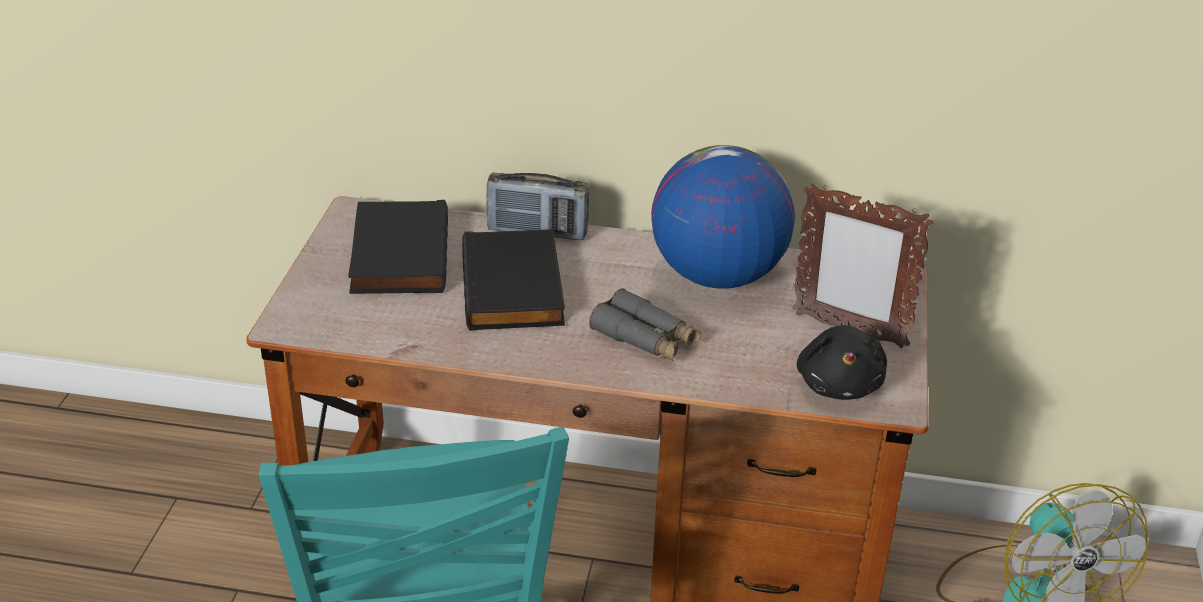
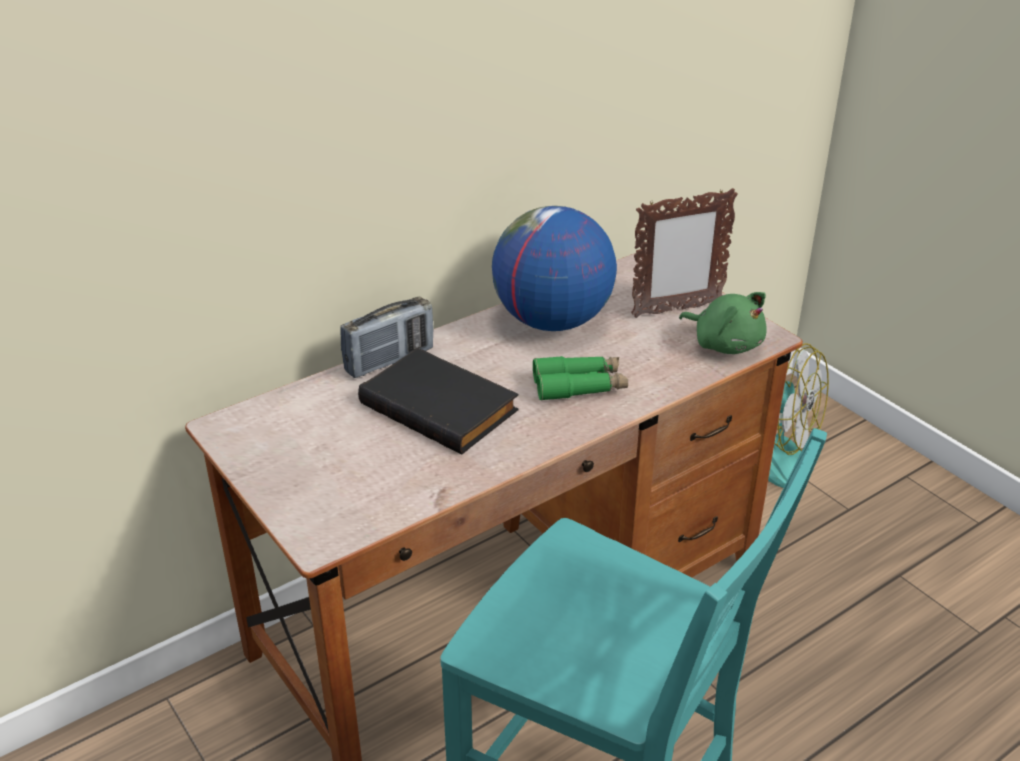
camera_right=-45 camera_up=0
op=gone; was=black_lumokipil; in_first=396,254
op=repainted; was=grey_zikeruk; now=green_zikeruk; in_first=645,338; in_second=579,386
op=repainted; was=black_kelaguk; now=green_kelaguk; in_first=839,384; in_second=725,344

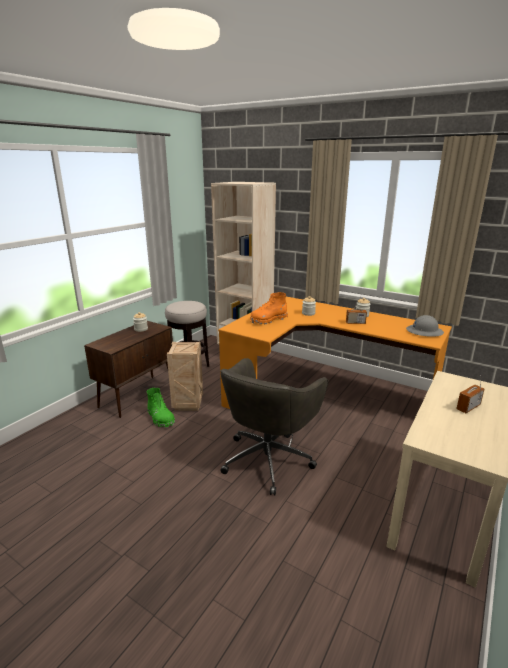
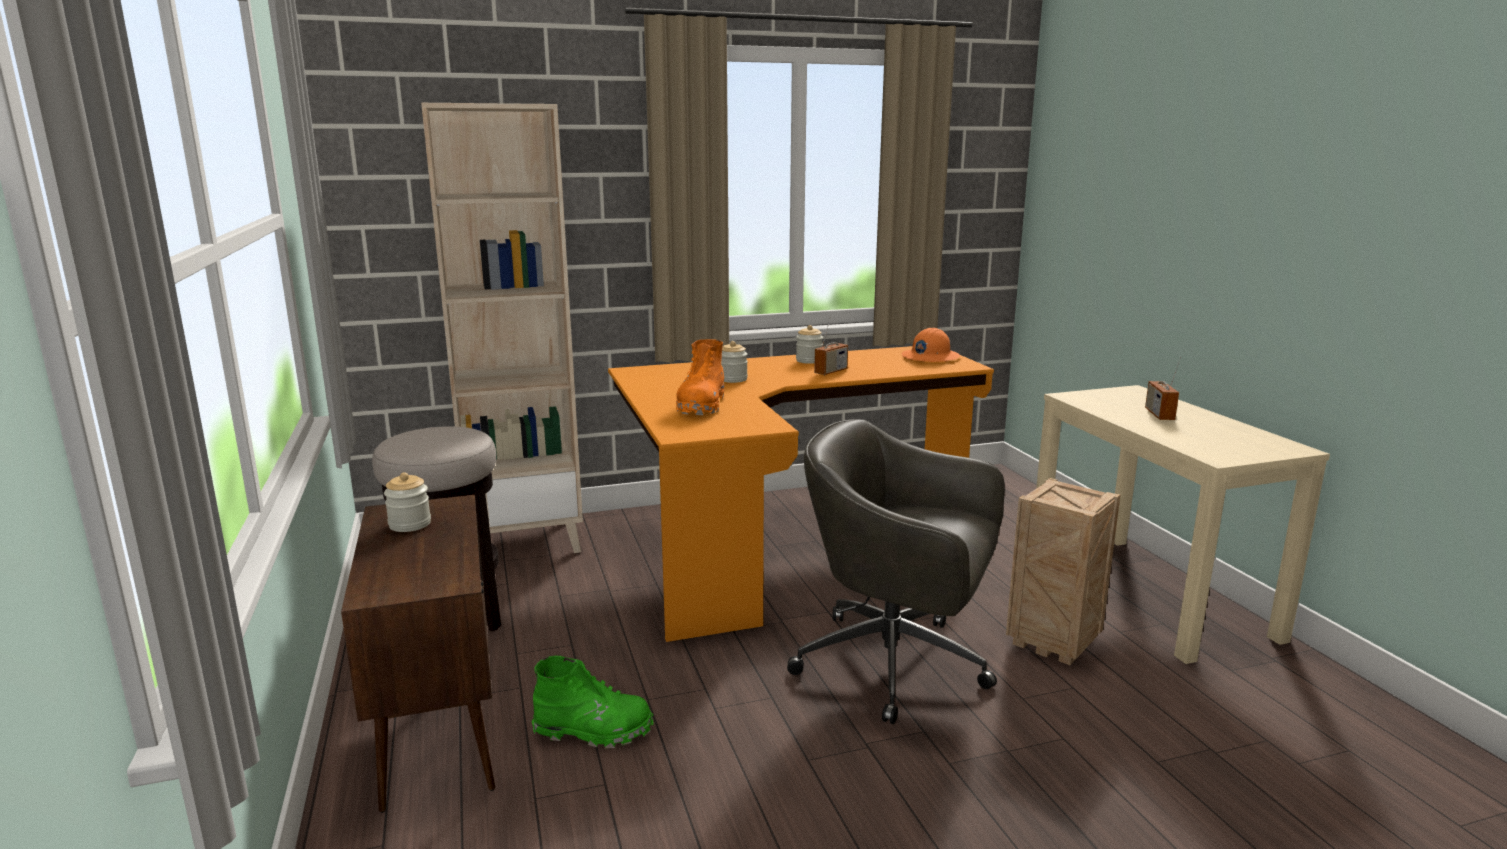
camera_right=-50 camera_up=-5
op=shifted; was=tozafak; in_first=188,404; in_second=1055,642
op=rotated; was=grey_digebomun; in_first=268,458; in_second=896,665; clockwise=135
op=repainted; was=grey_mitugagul; now=orange_mitugagul; in_first=424,331; in_second=930,357

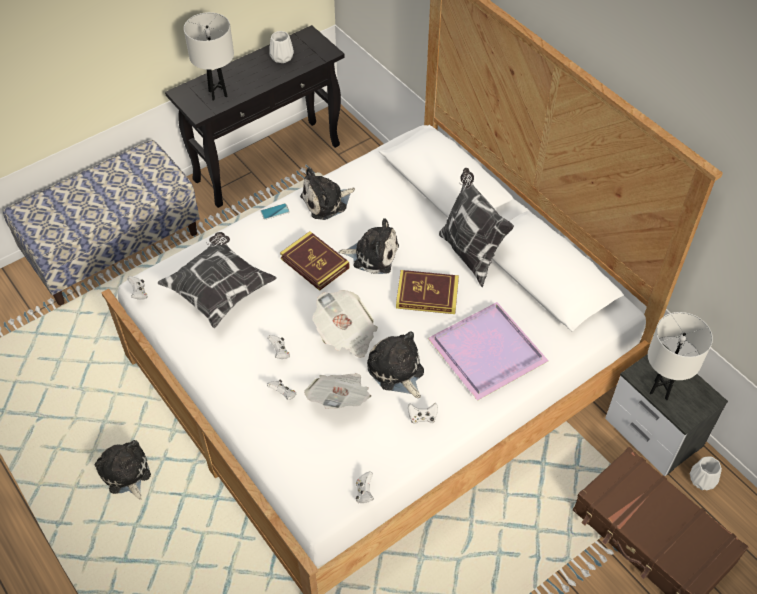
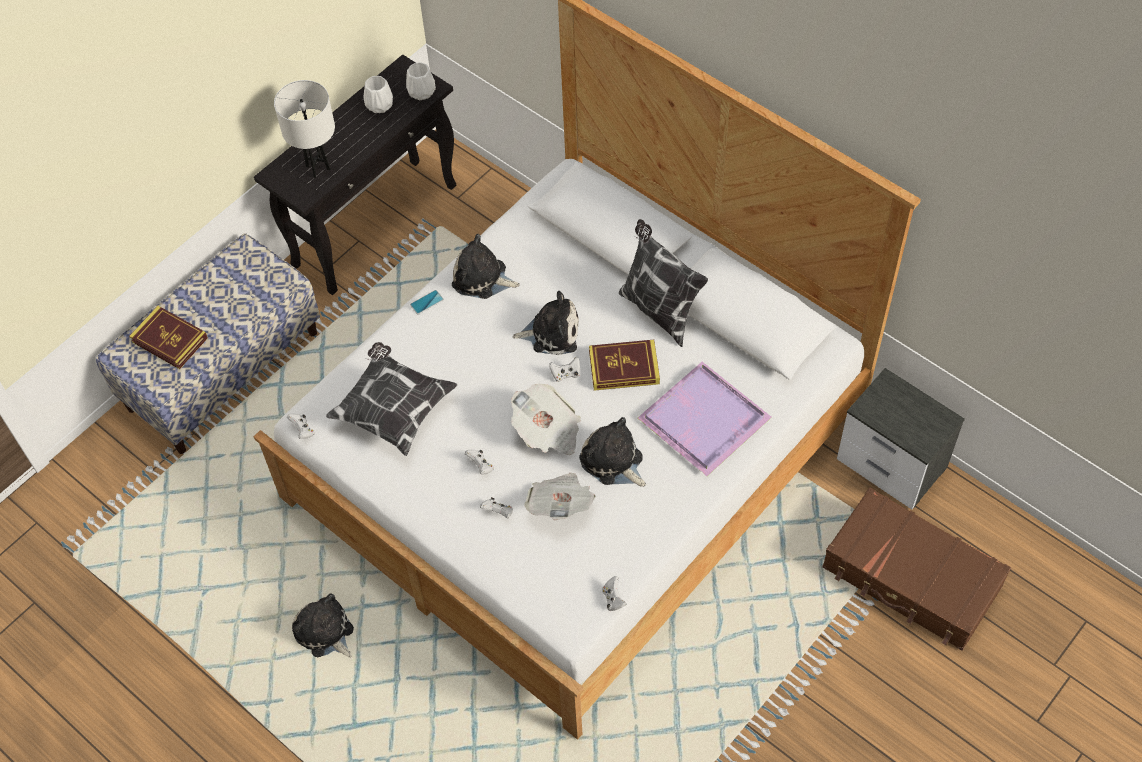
camera_right=-10 camera_up=5
op=shifted; was=lumokipil; in_first=315,263; in_second=169,340
op=rotated; was=kelaguk; in_first=326,202; in_second=482,278; clockwise=60
op=shifted; was=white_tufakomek; in_first=422,417; in_second=565,374
op=gone; was=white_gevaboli; in_first=661,390
op=shifted; was=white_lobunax; in_first=702,479; in_second=422,91

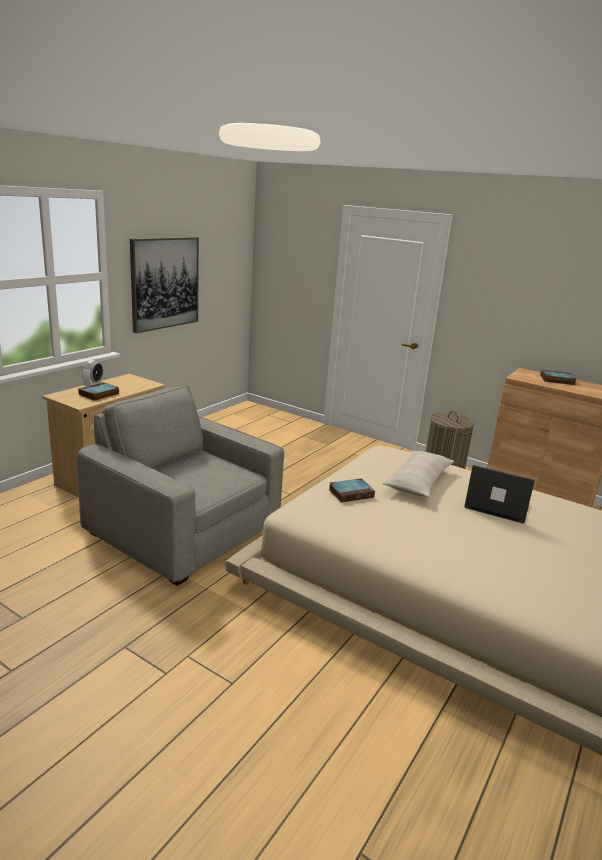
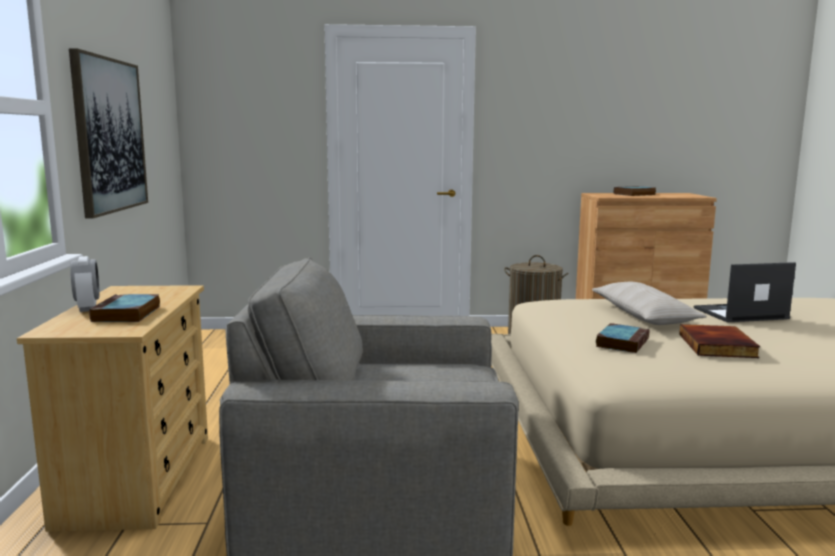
camera_right=-35 camera_up=-10
op=new; now=lumokipil; in_second=719,346

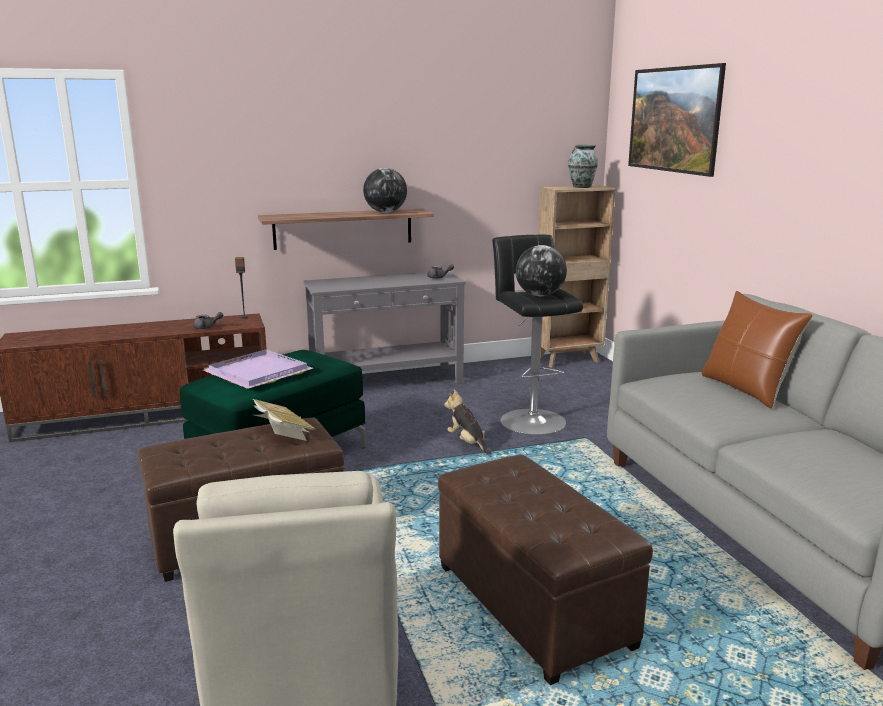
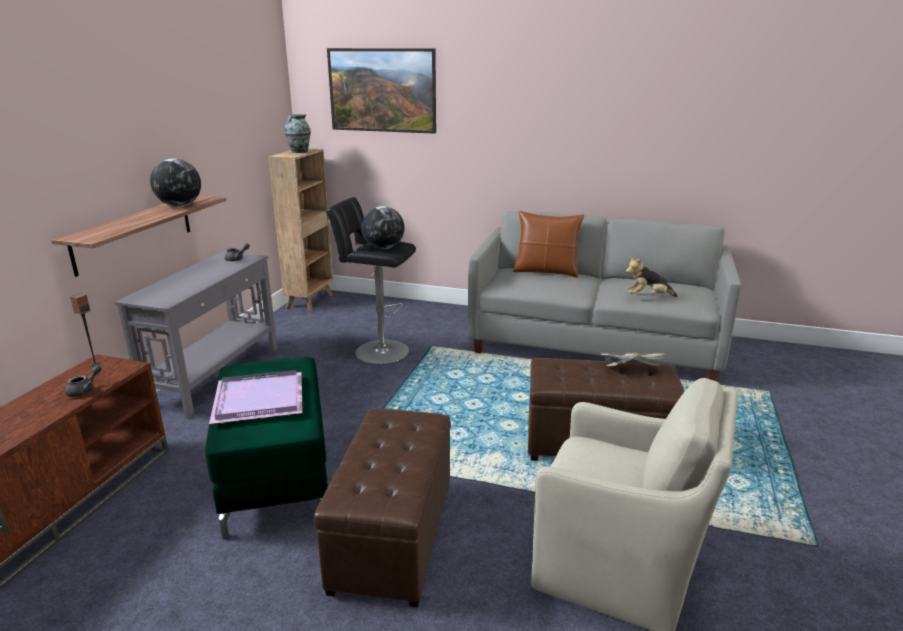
camera_right=-55 camera_up=5
op=shifted; was=lumokipil; in_first=282,434; in_second=631,370
op=shifted; was=kelaguk; in_first=467,443; in_second=647,297

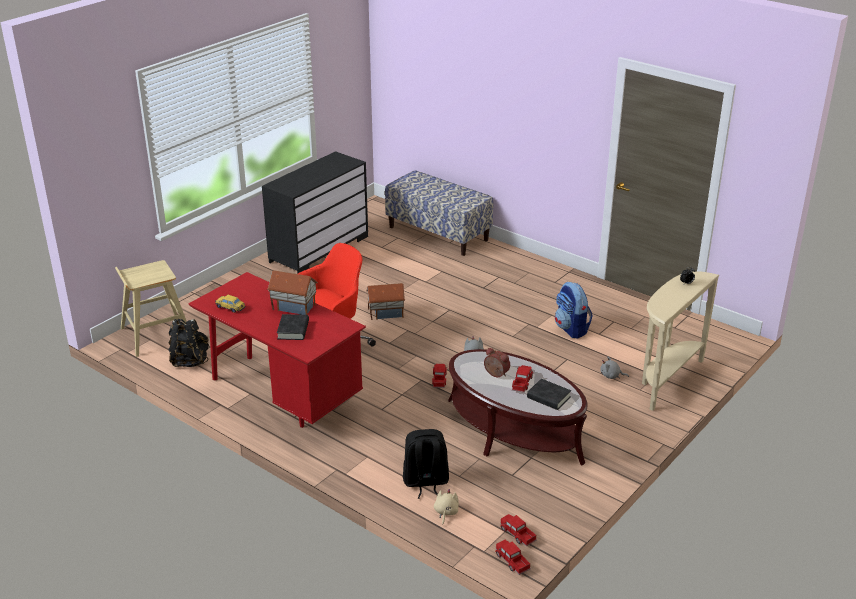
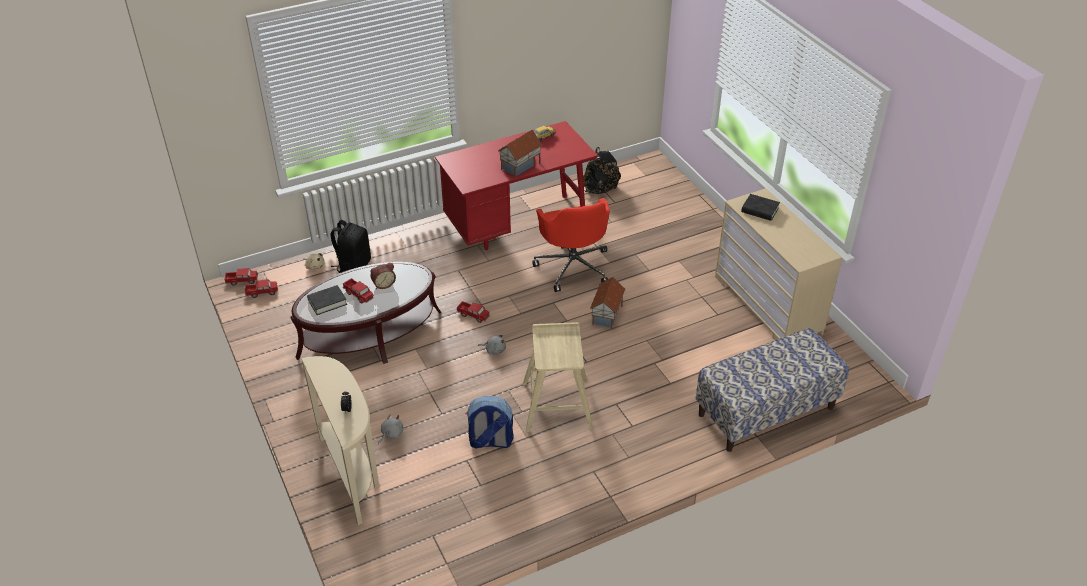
camera_right=115 camera_up=10
op=shifted; was=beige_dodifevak; in_first=156,334; in_second=557,404
op=repainted; was=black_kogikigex; now=beige_kogikigex; in_first=319,249; in_second=768,304
op=shifted; was=black_lumokipil; in_first=293,330; in_second=760,210

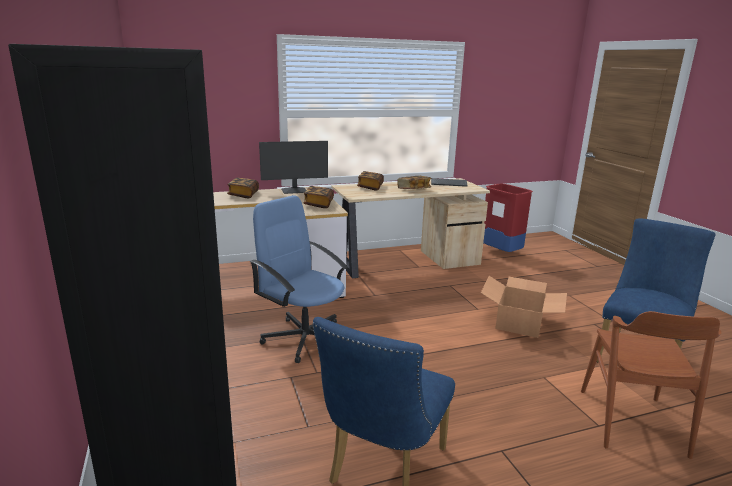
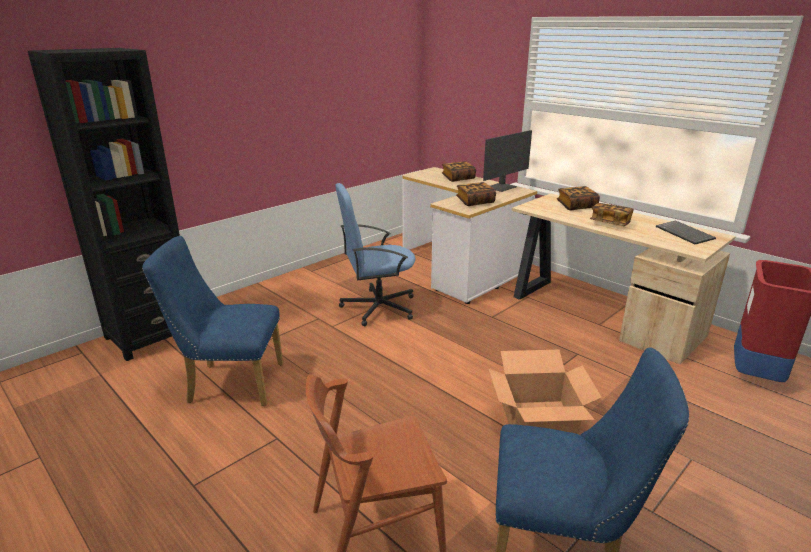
camera_right=65 camera_up=5
op=rotated; was=blue_digebomun; in_first=304,338; in_second=377,307; clockwise=-120
op=rotated; was=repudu; in_first=294,191; in_second=502,187; clockwise=-90

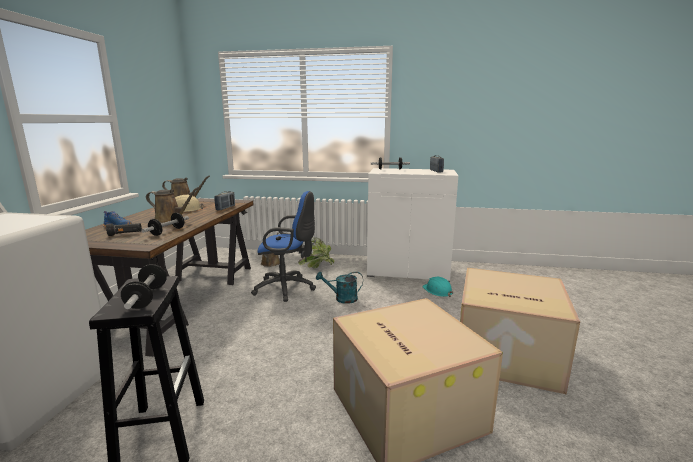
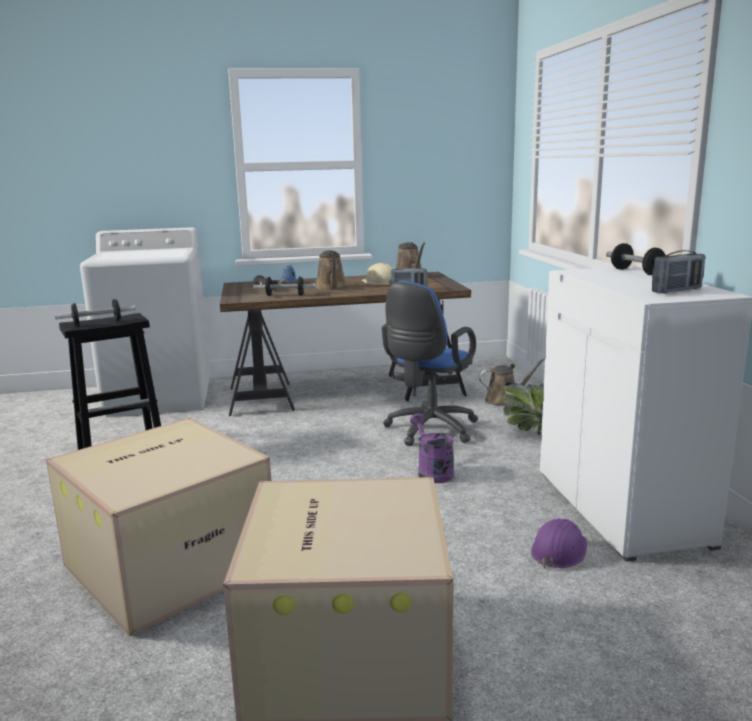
camera_right=70 camera_up=0
op=rotated; was=blue_digebomun; in_first=287,288; in_second=428,431; clockwise=45
op=repainted; was=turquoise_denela; now=purple_denela; in_first=342,299; in_second=432,471
op=repainted; was=turquoise_mitugagul; now=purple_mitugagul; in_first=437,291; in_second=559,551

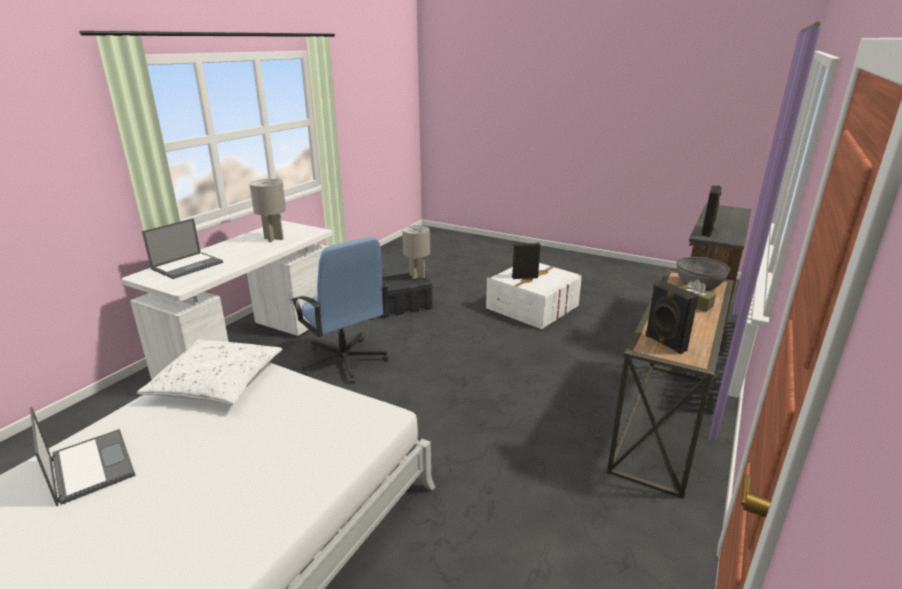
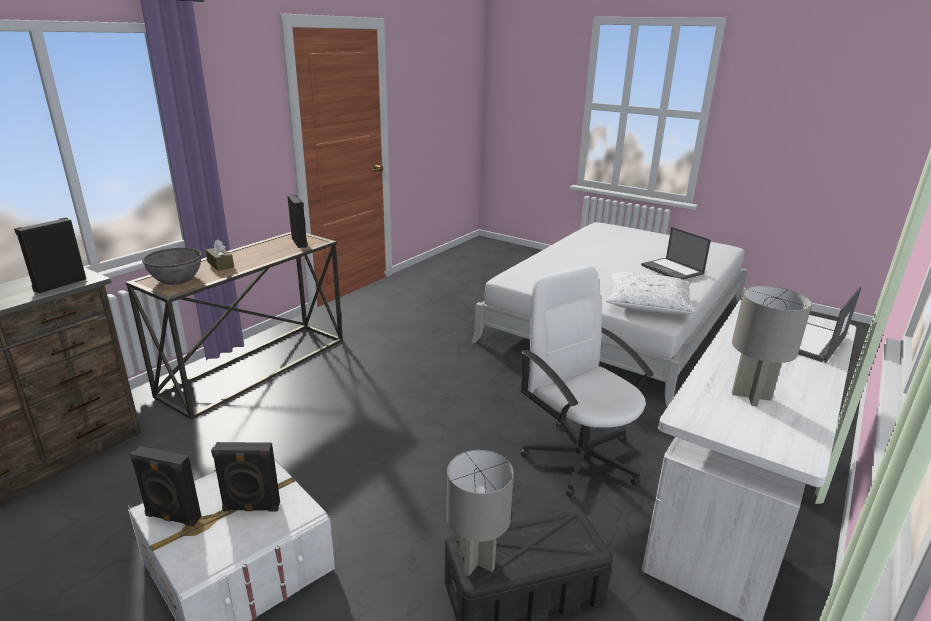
camera_right=-175 camera_up=0
op=repainted; was=blue_digebomun; now=white_digebomun; in_first=344,362; in_second=580,457
op=new; now=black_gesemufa; in_second=172,518

